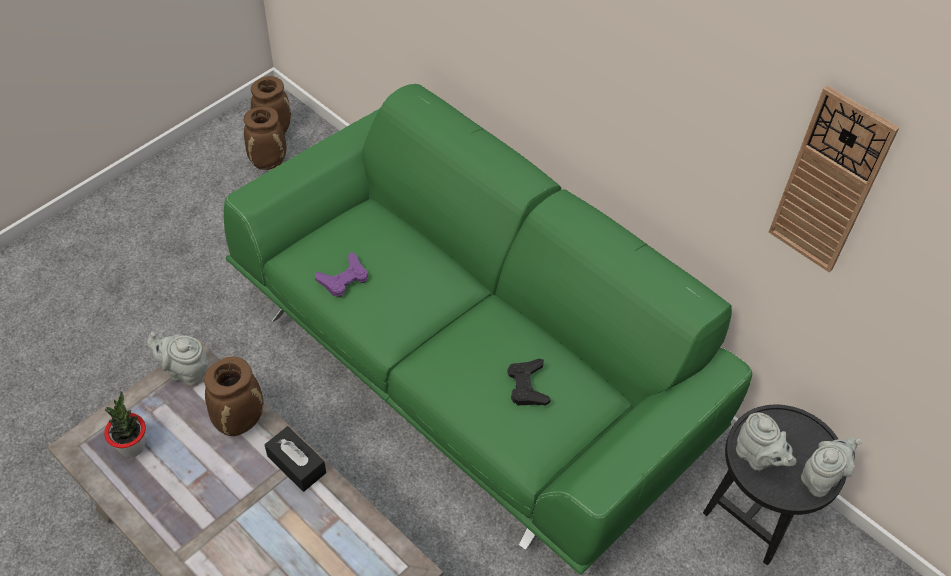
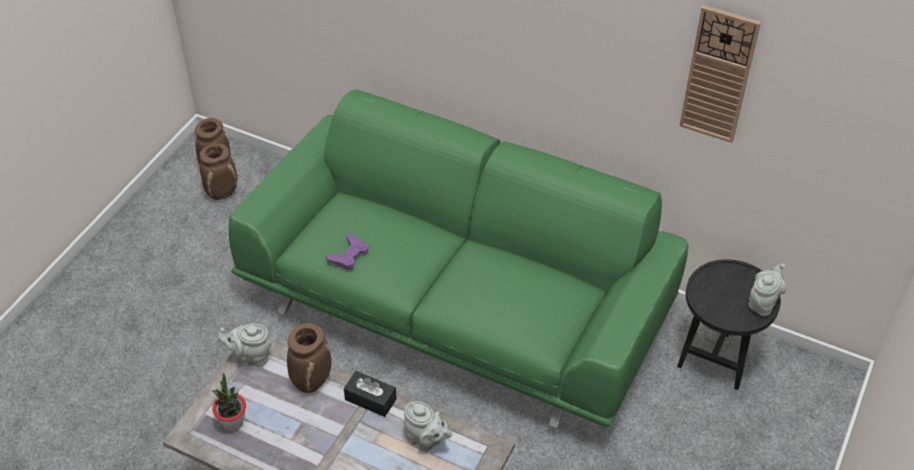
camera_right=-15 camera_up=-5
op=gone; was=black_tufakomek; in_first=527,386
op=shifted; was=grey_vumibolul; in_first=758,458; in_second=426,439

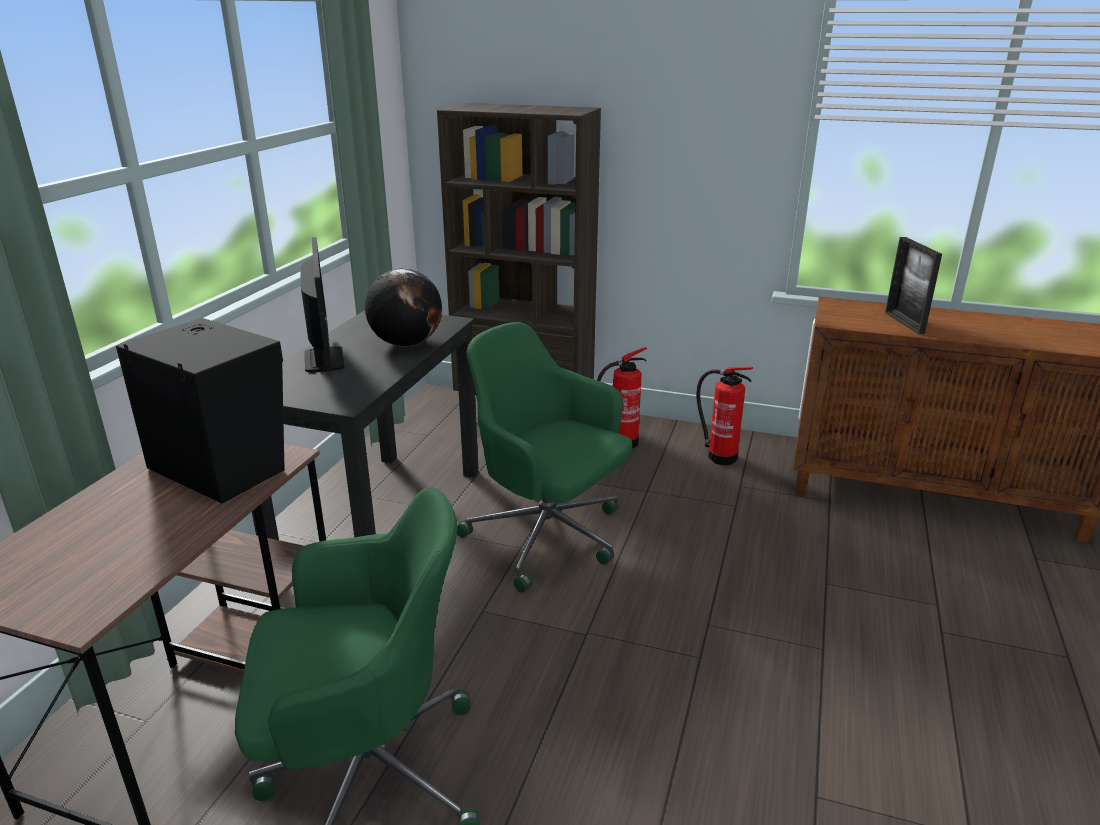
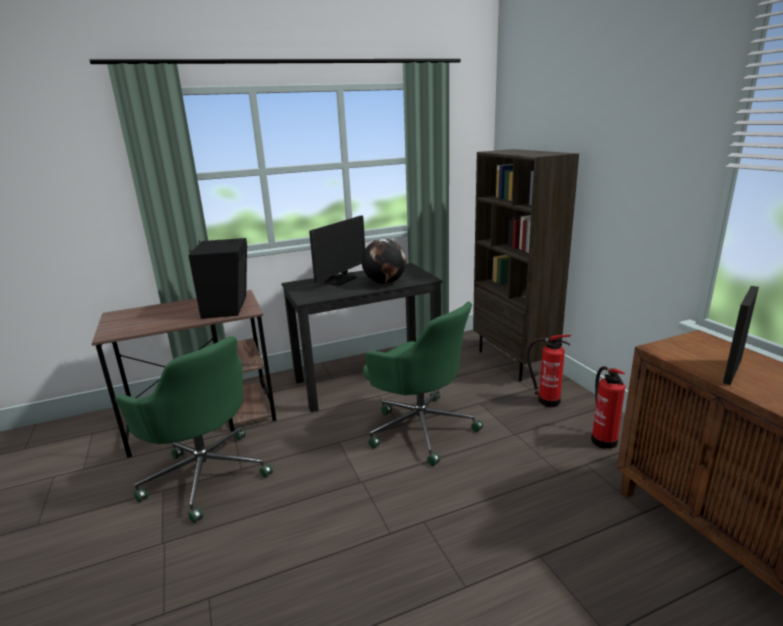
camera_right=50 camera_up=-5
op=rotated; was=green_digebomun; in_first=548,537; in_second=420,427; clockwise=135

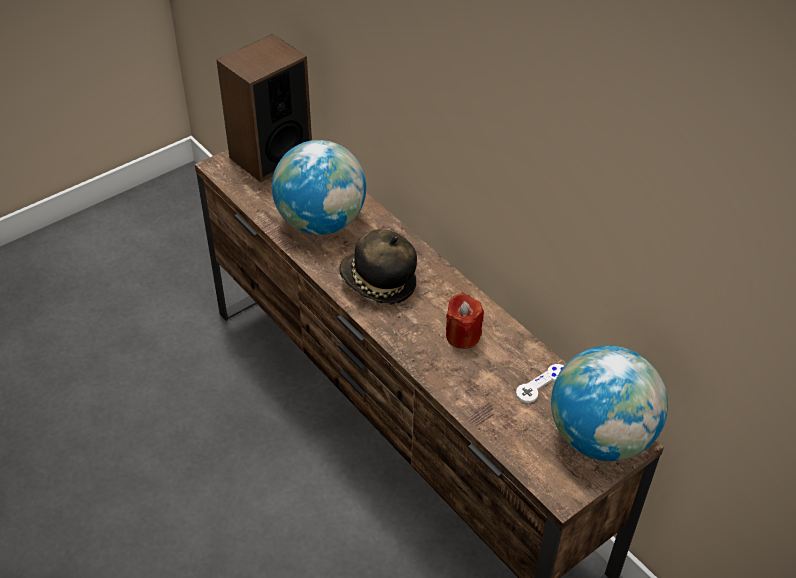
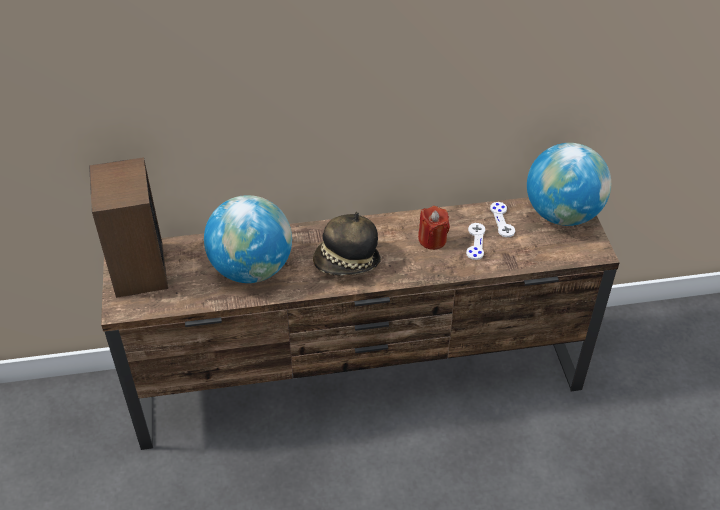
camera_right=-60 camera_up=0
op=new; now=white_tufakomek; in_second=475,242

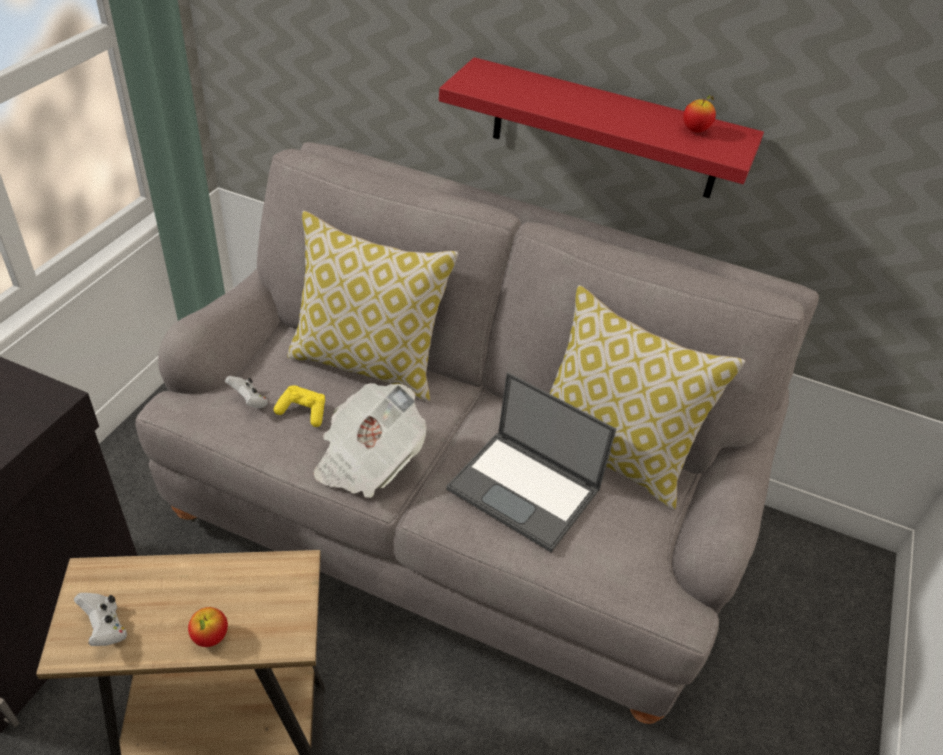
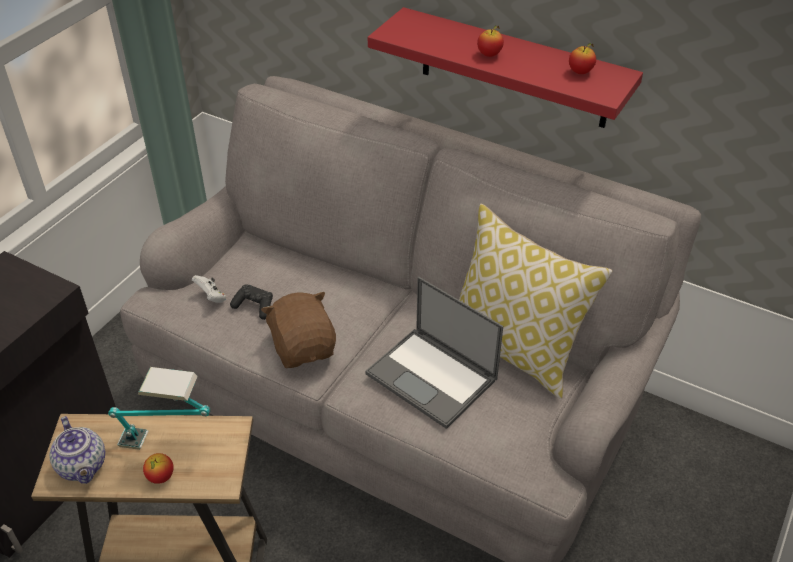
camera_right=10 camera_up=0
op=swapped; was=white_tufakomek; now=vumibolul; in_first=105,628; in_second=83,466
op=repainted; was=yellow_tufakomek; now=black_tufakomek; in_first=303,412; in_second=254,306
op=gone; was=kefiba; in_first=368,363
op=swapped; was=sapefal; now=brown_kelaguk; in_first=367,459; in_second=303,347
op=new; now=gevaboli; in_second=168,444
op=new; now=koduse; in_second=489,55

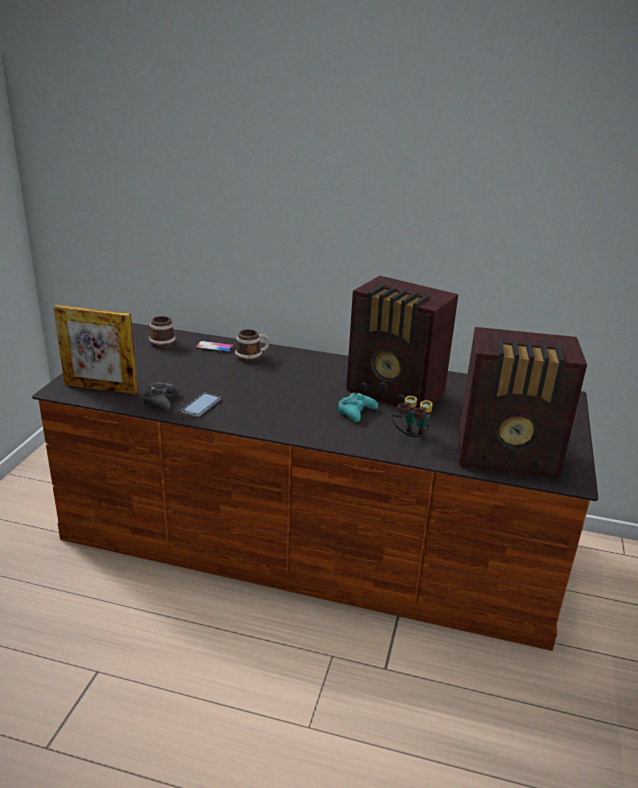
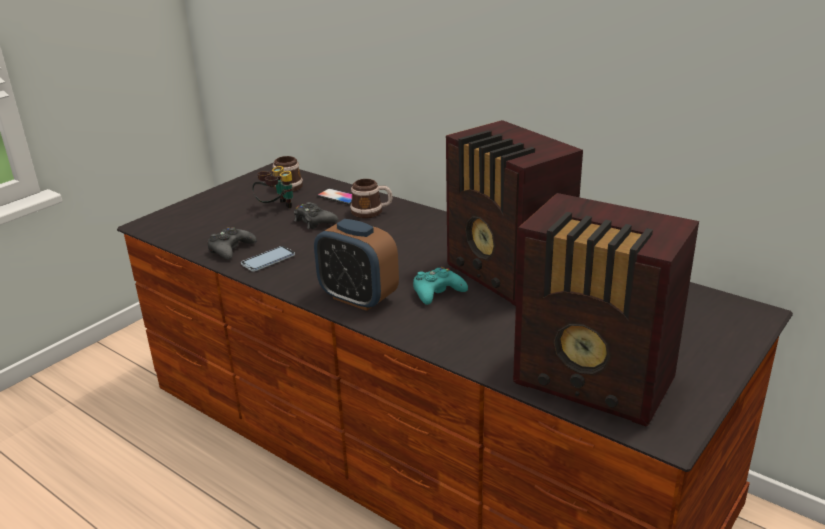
camera_right=25 camera_up=0
op=gone; was=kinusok; in_first=100,388
op=shifted; was=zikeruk; in_first=410,438; in_second=276,208
op=new; now=black_tufakomek; in_second=314,221
op=new; now=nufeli; in_second=358,298

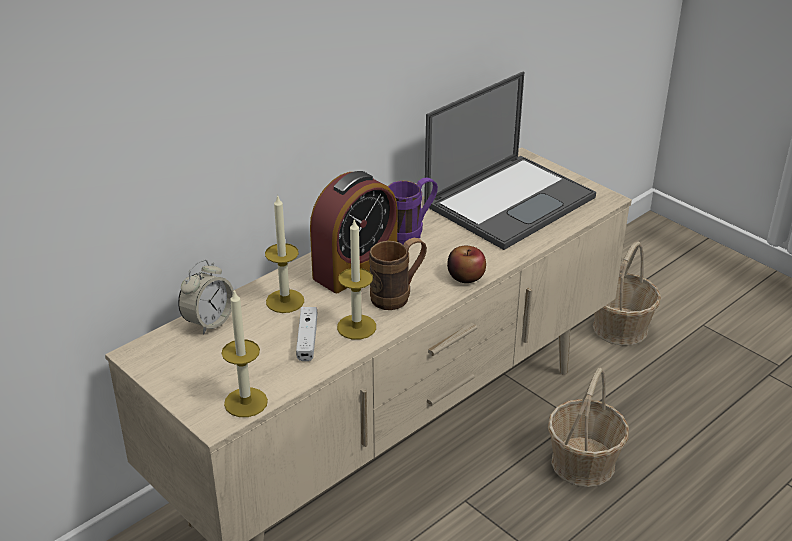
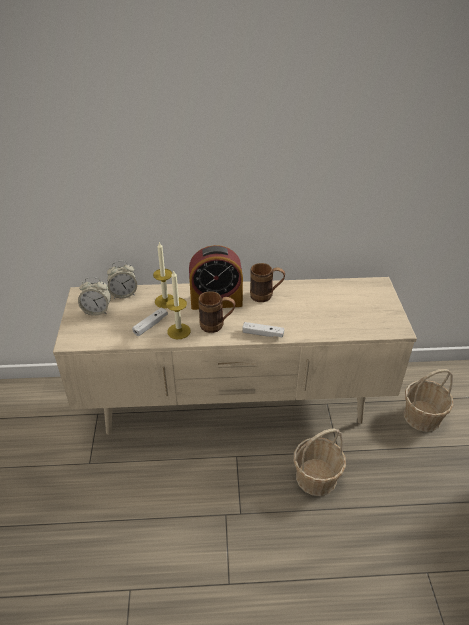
camera_right=40 camera_up=5
op=gone; was=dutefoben; in_first=246,402
op=repainted; was=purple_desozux; now=brown_desozux; in_first=411,233; in_second=266,296
op=gone; was=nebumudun; in_first=510,200
op=swapped; was=koduse; now=white_tufakomek; in_first=466,276; in_second=263,334
op=new; now=nufeli; in_second=97,311

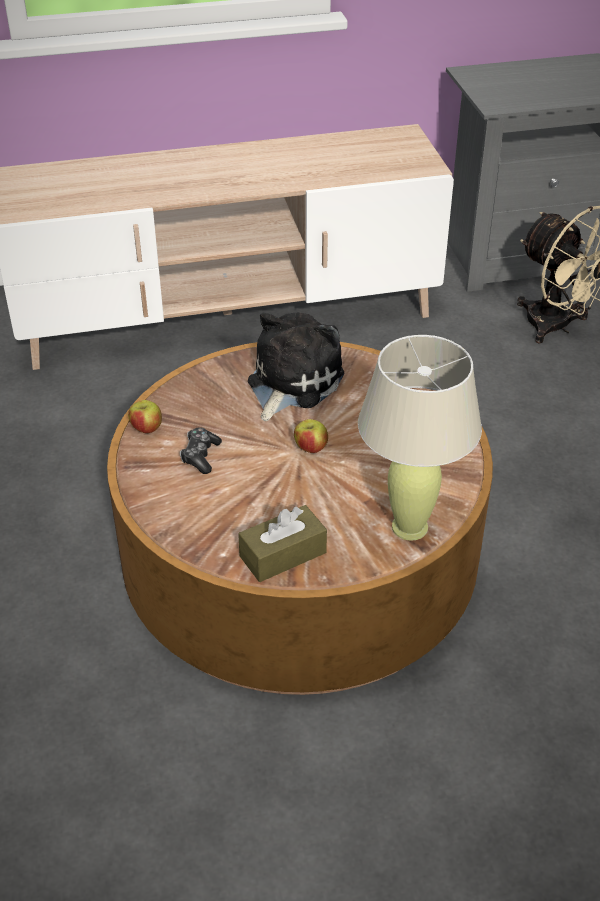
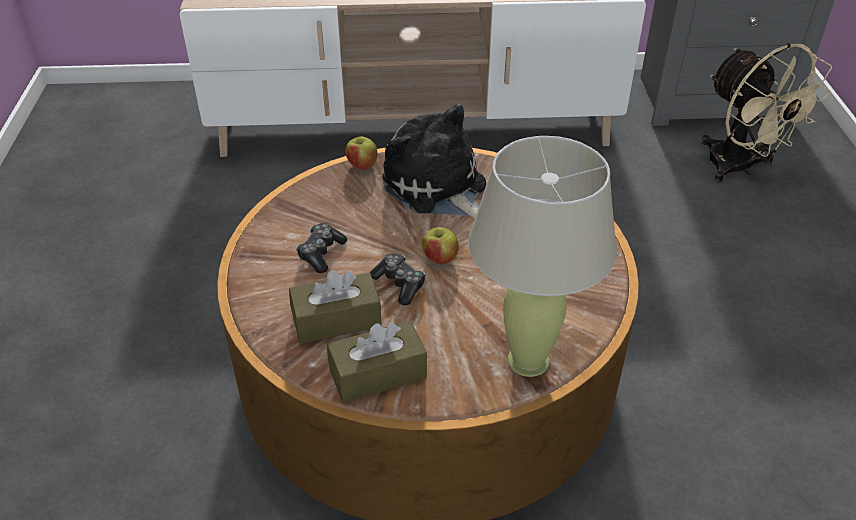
camera_right=10 camera_up=0
op=shifted; was=koduse; in_first=146,428; in_second=362,165
op=rotated; was=kelaguk; in_first=291,382; in_second=437,188; clockwise=-75
op=new; now=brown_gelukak; in_second=336,320
op=new; now=tufakomek; in_second=399,284

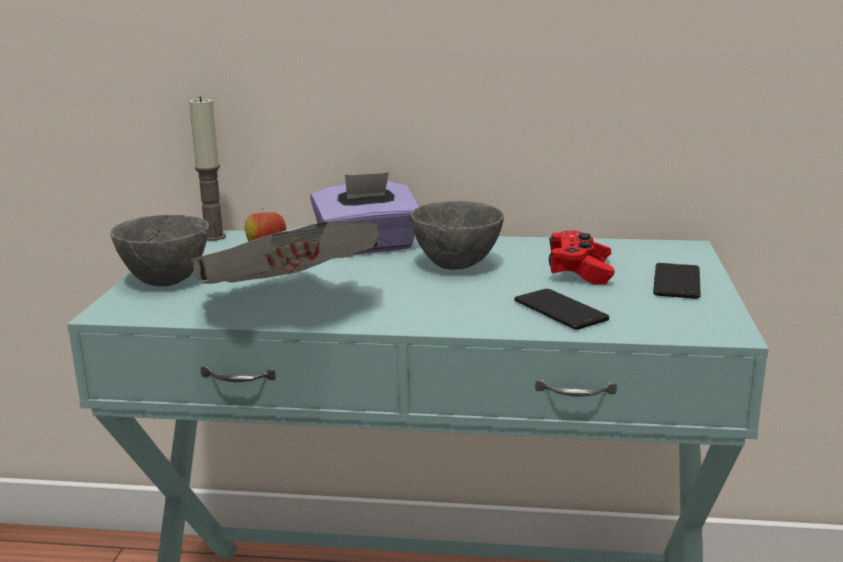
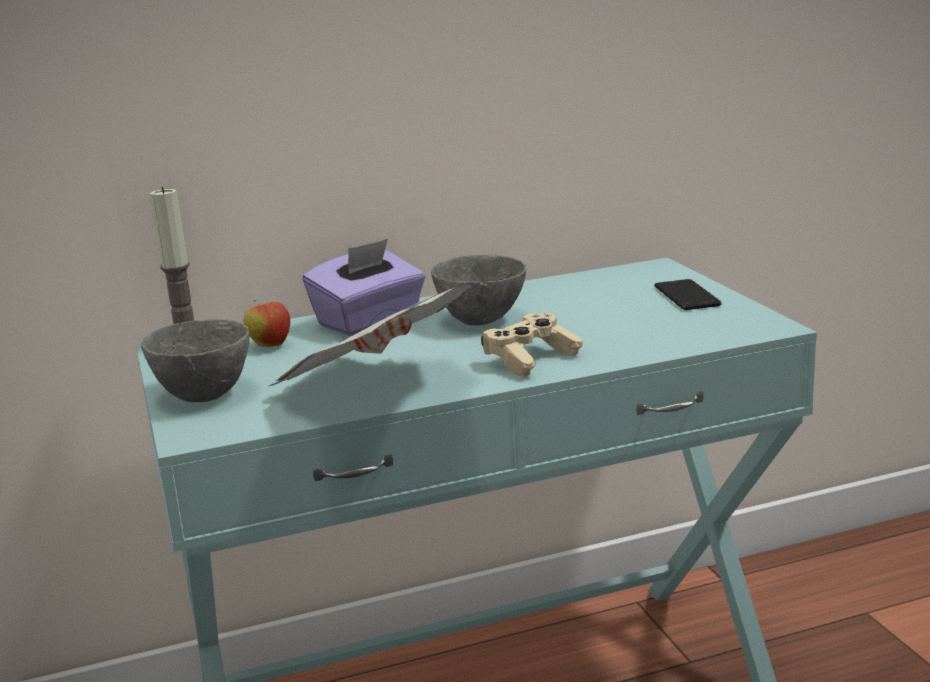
camera_right=-25 camera_up=0
op=gone; was=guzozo; in_first=560,310
op=gone; was=red_tufakomek; in_first=580,271
op=new; now=beige_tufakomek; in_second=531,359

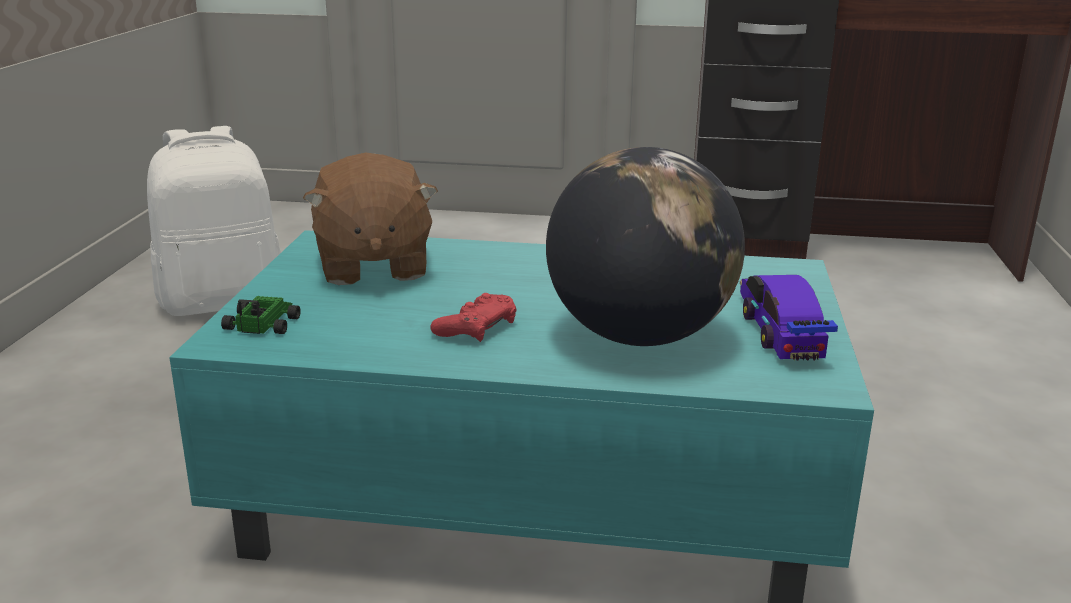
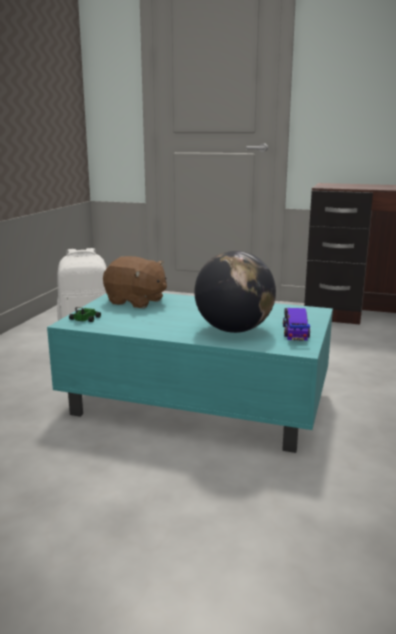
camera_right=10 camera_up=-5
op=rotated; was=brown_kelaguk; in_first=372,266; in_second=136,302; clockwise=-60
op=gone; was=red_tufakomek; in_first=476,327

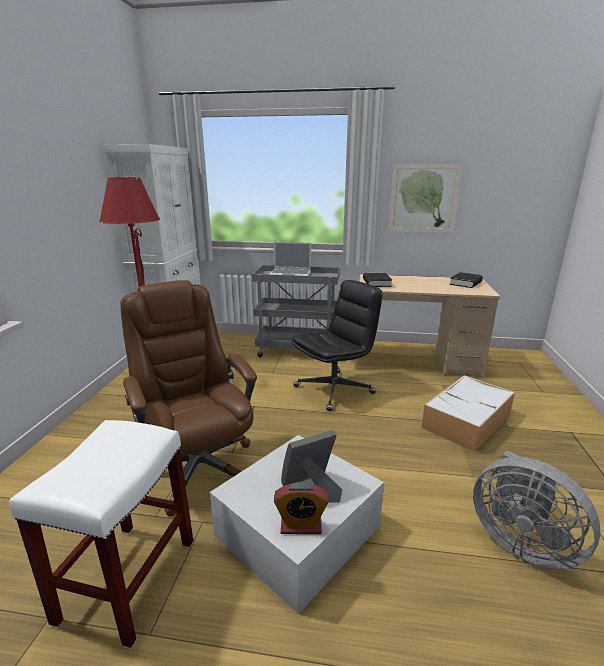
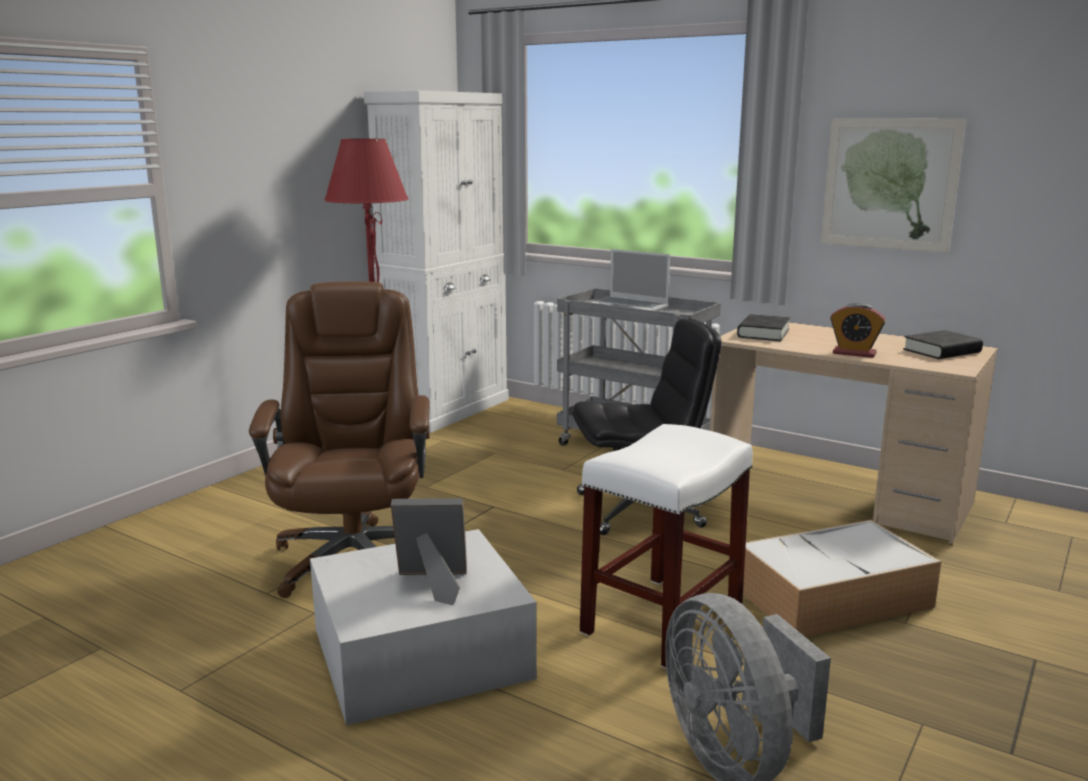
camera_right=25 camera_up=-5
op=shifted; was=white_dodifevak; in_first=128,580; in_second=662,622
op=shifted; was=nufeli; in_first=301,525; in_second=854,353

